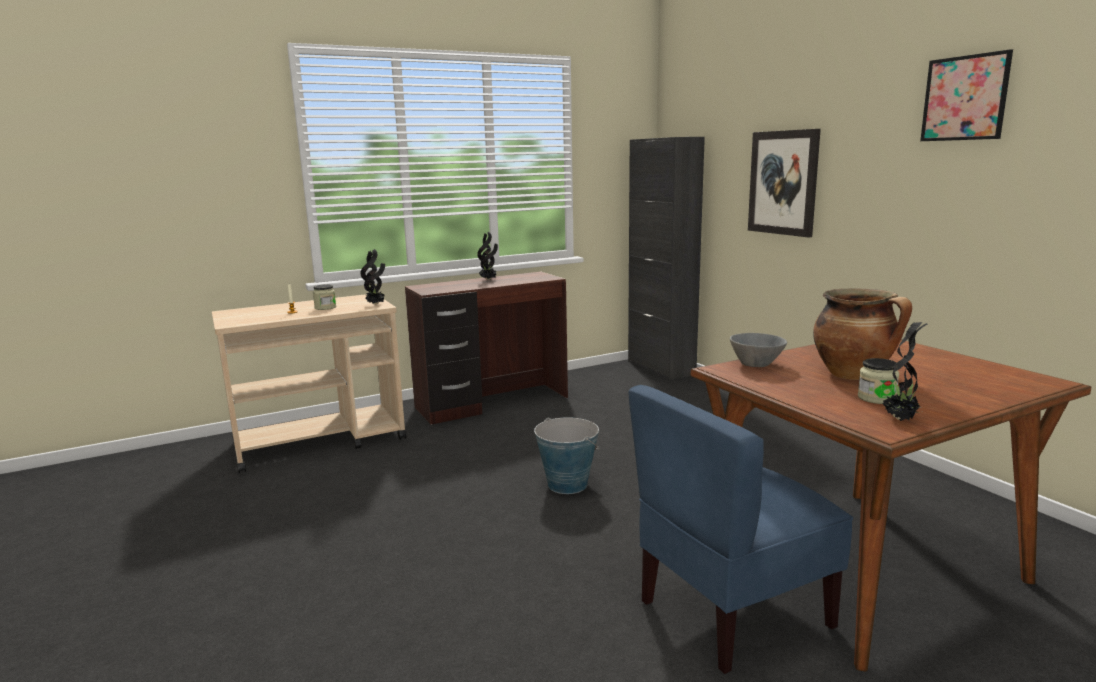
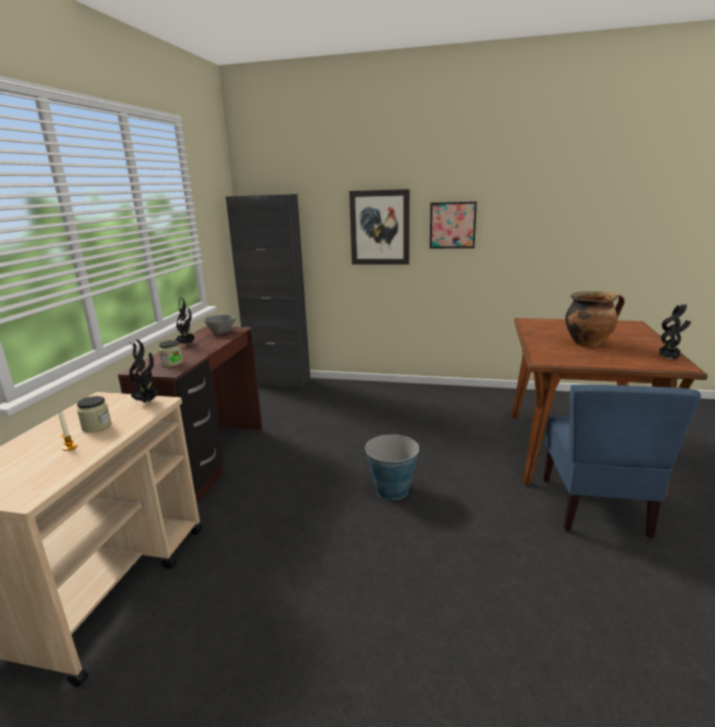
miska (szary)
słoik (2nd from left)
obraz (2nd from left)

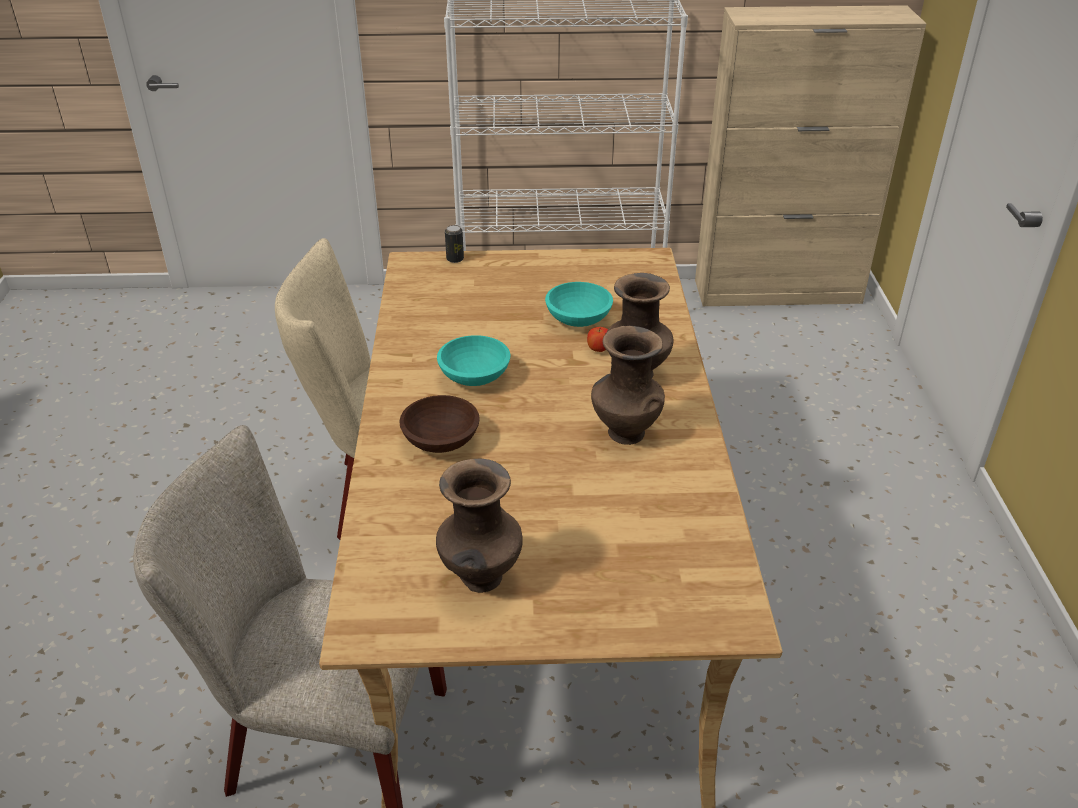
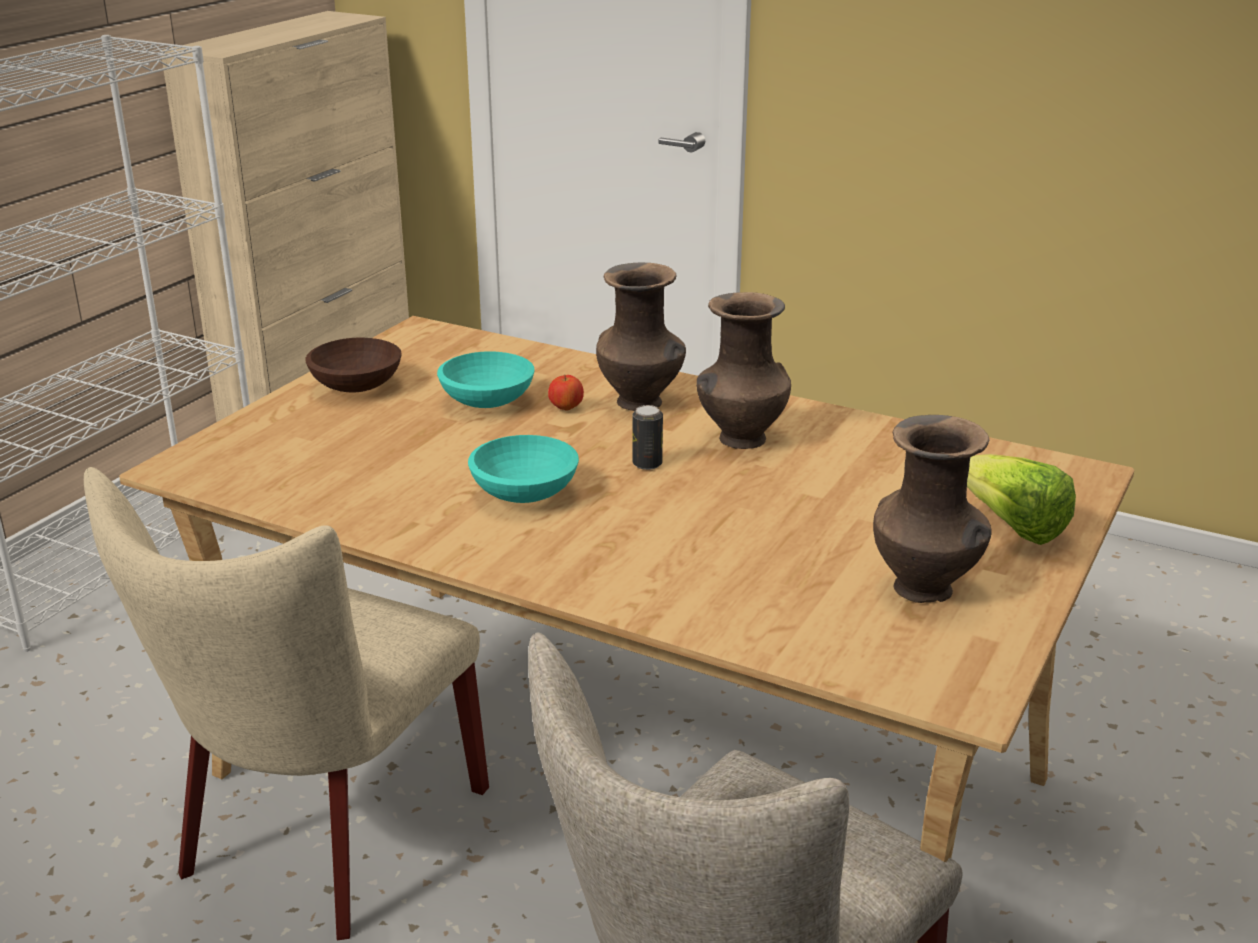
sałata
miska (brązowy)
puszka

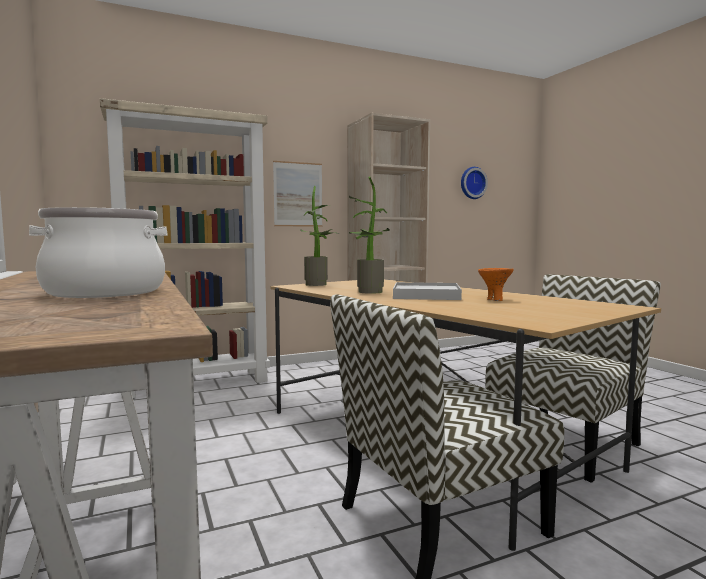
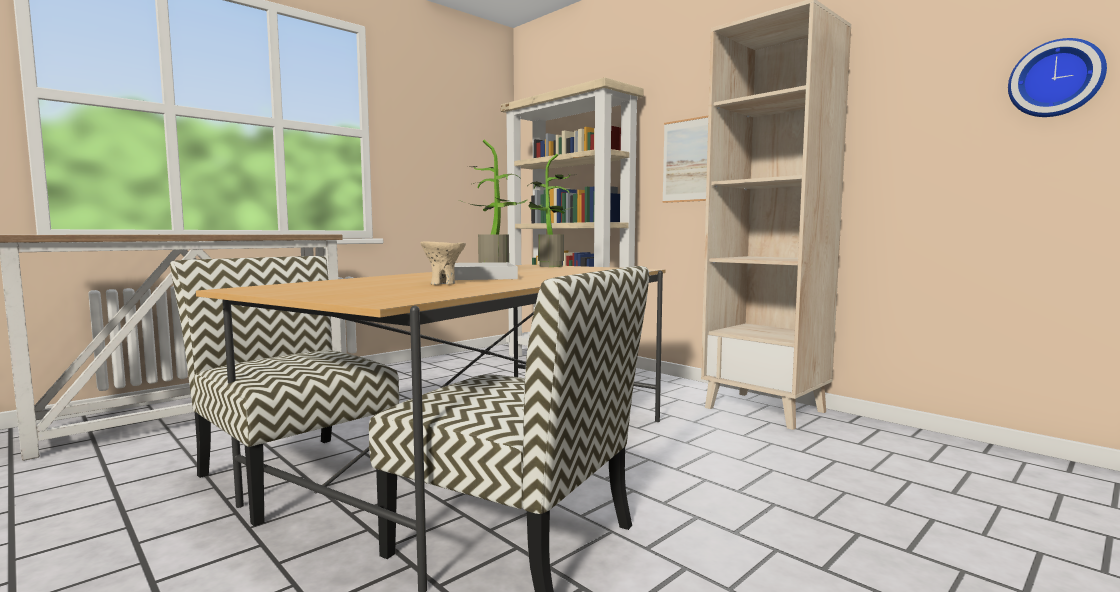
garnek
miska (beżowy)

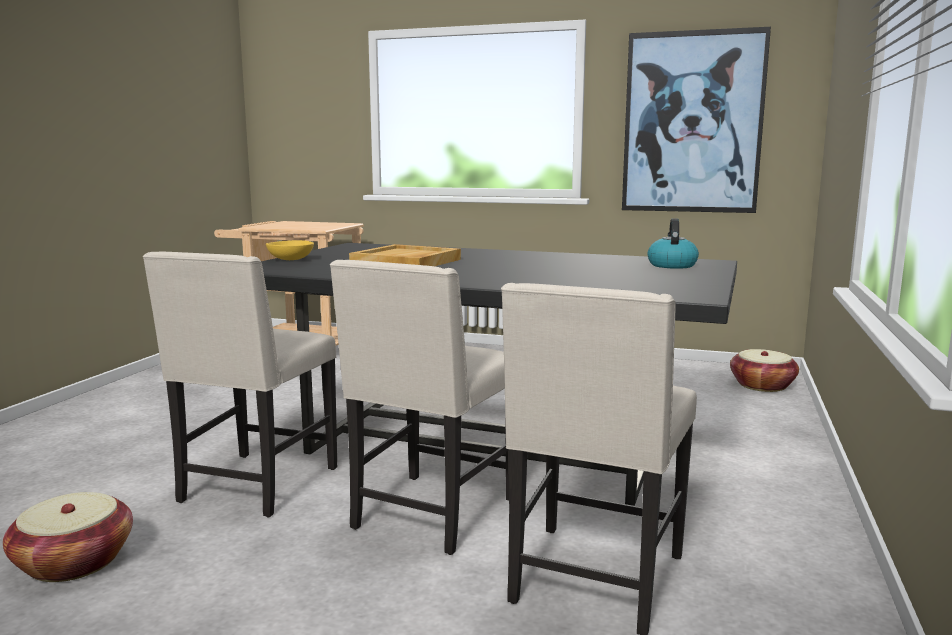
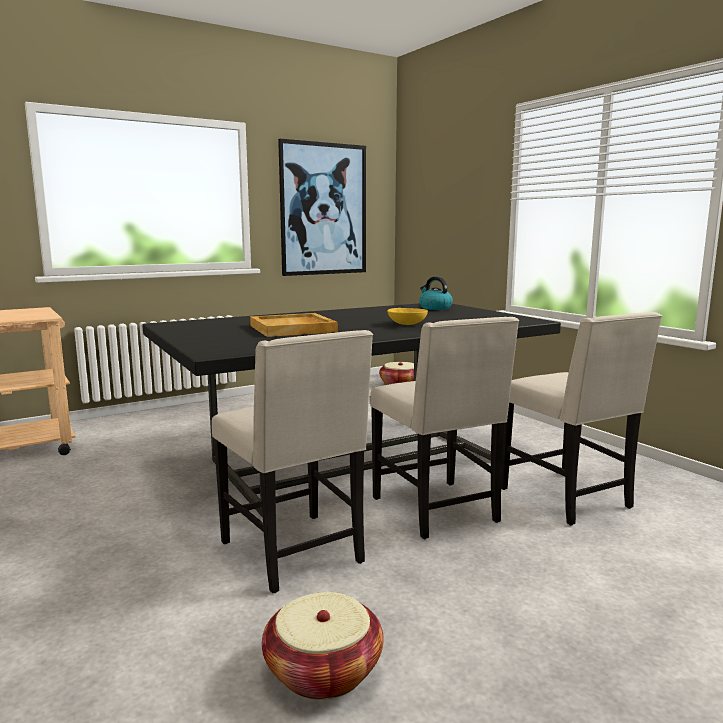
miska (żółty)

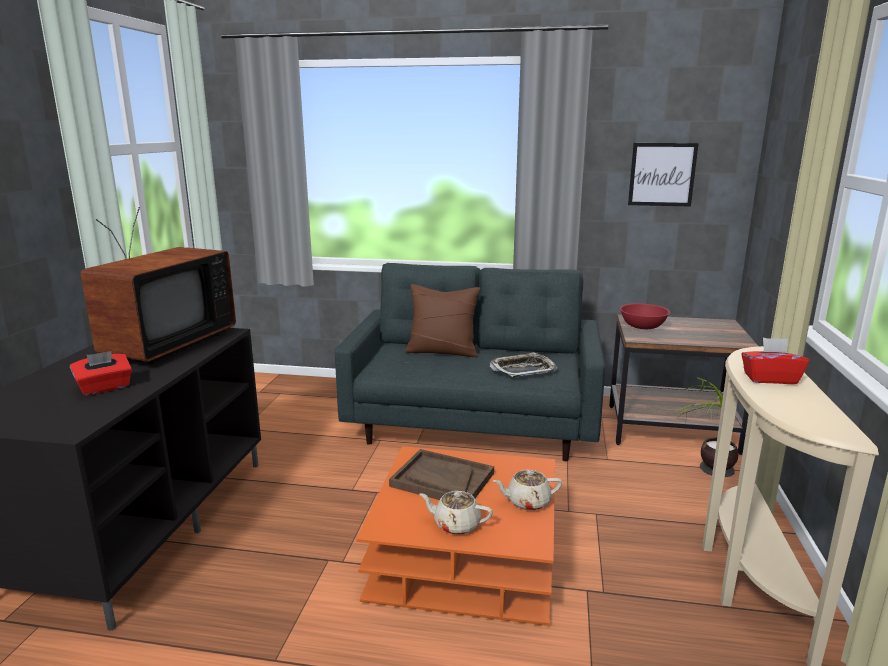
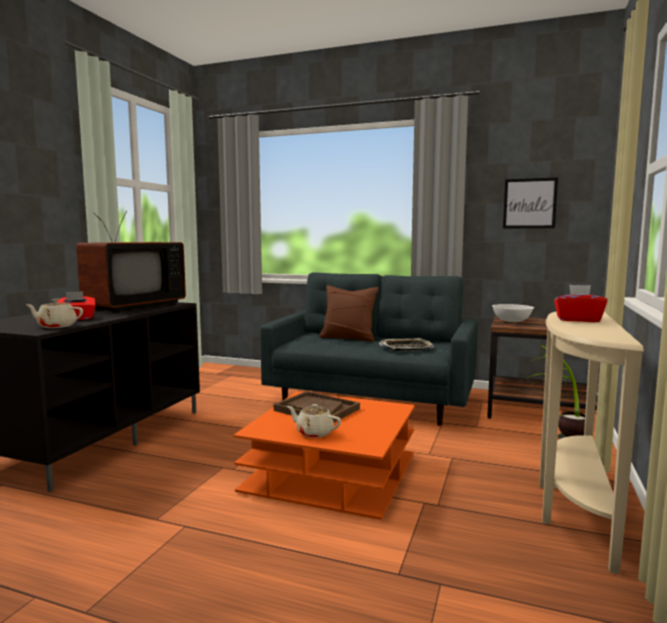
imbryk (beżowy) (1st from left)
miska (biały)

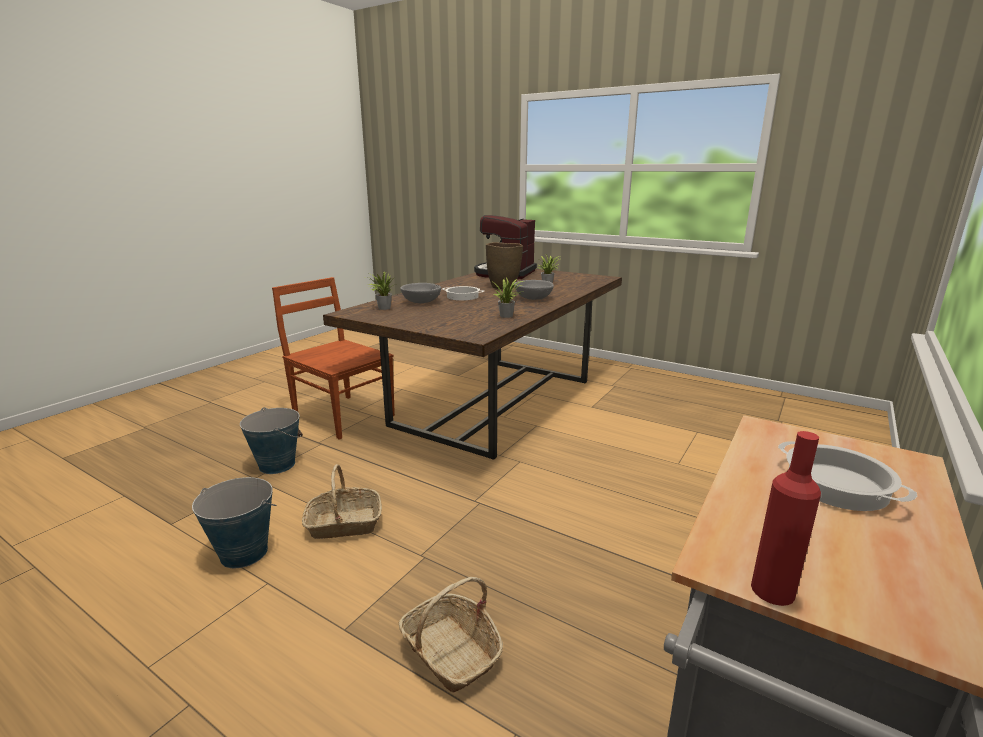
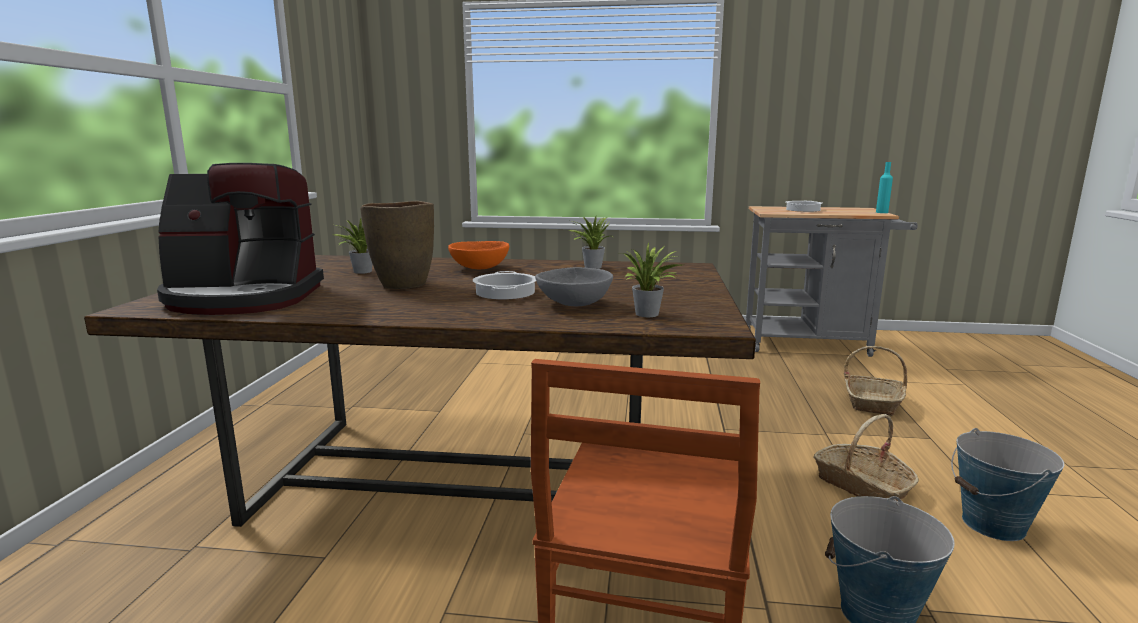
miska (pomarańczowy)
butelka (turkusowy)

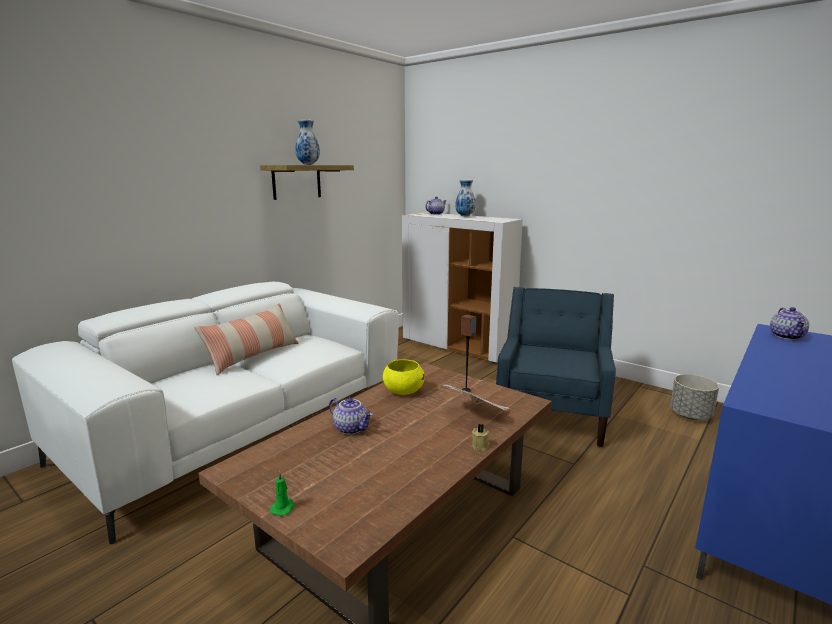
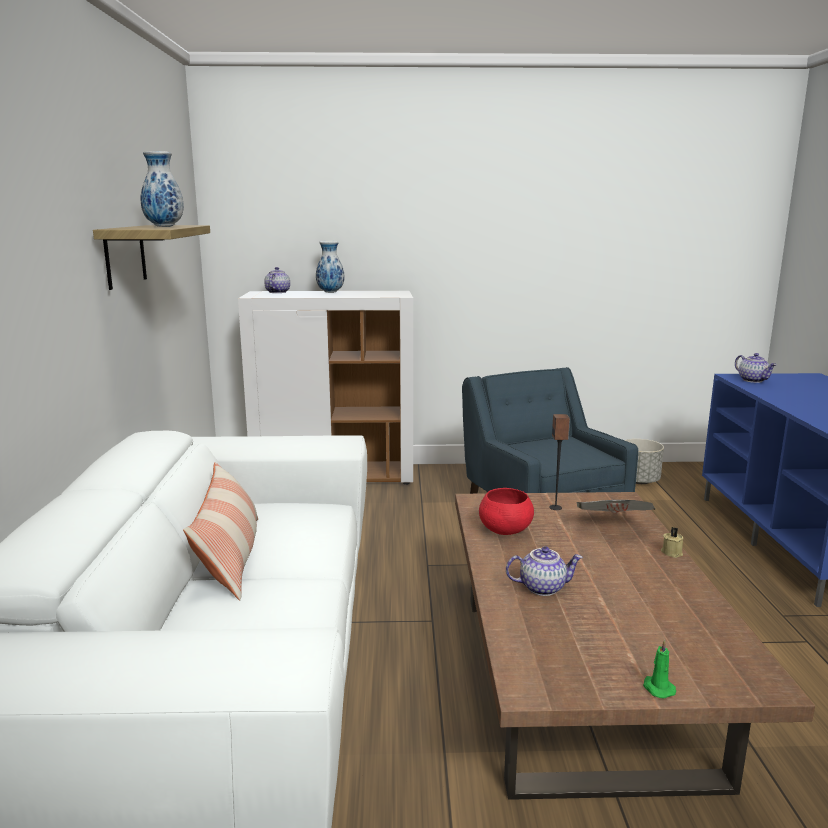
miska (czerwony)

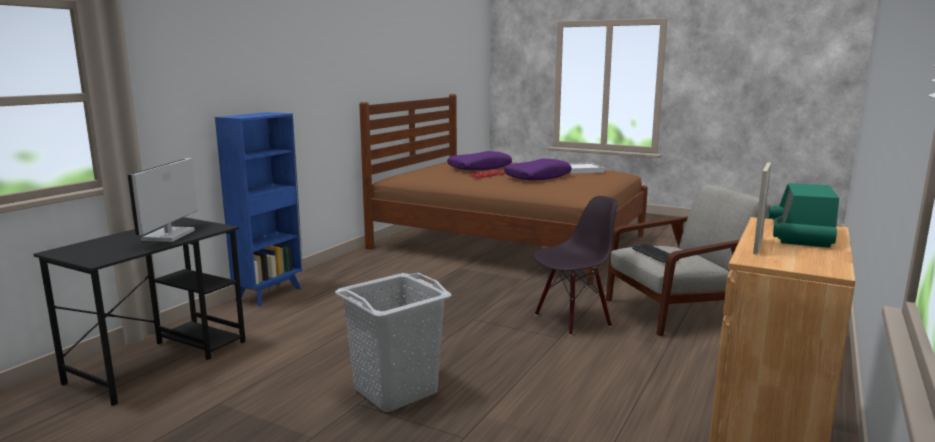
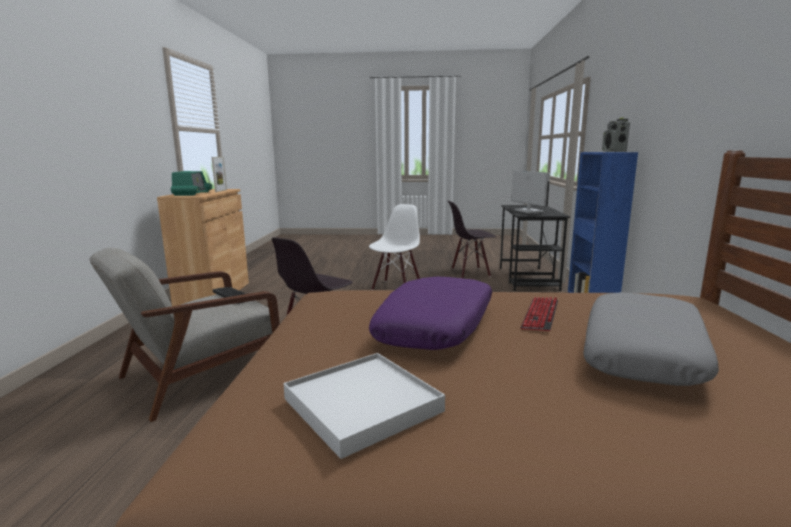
krzesło (czarny) (2nd from left)
radio (2nd from left)
krzesło (biały)
poduszka (szary)

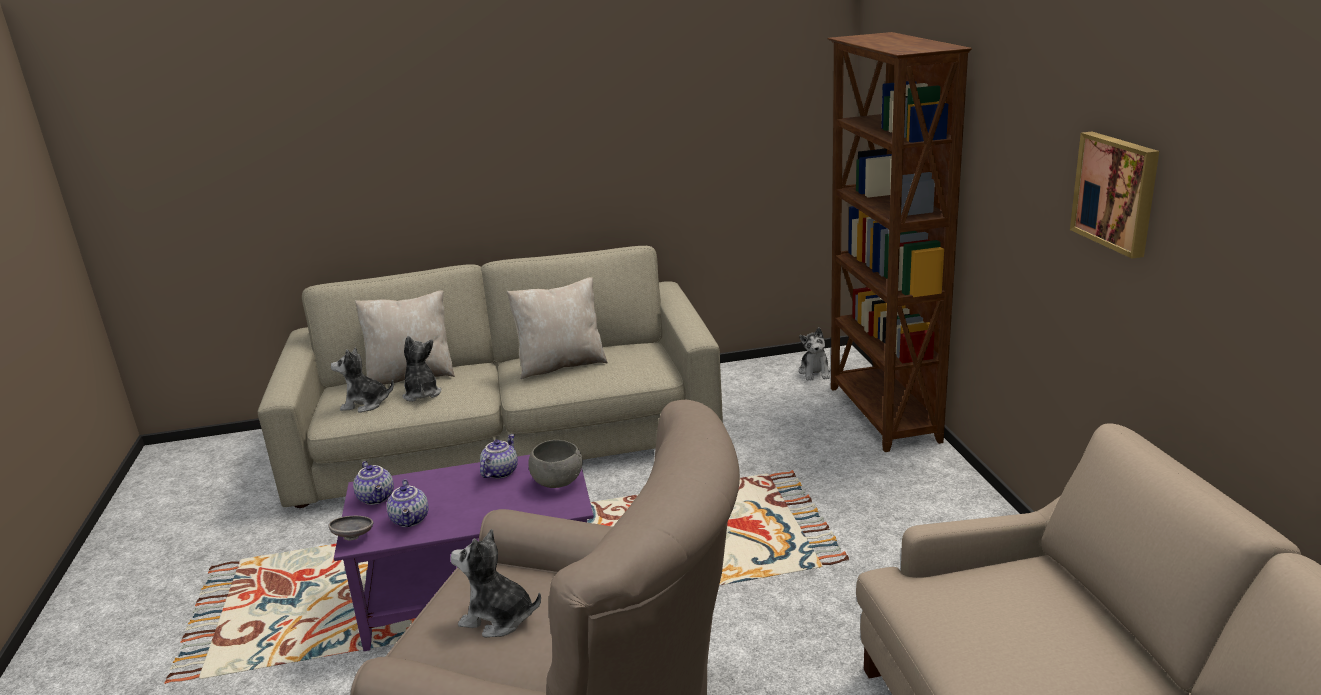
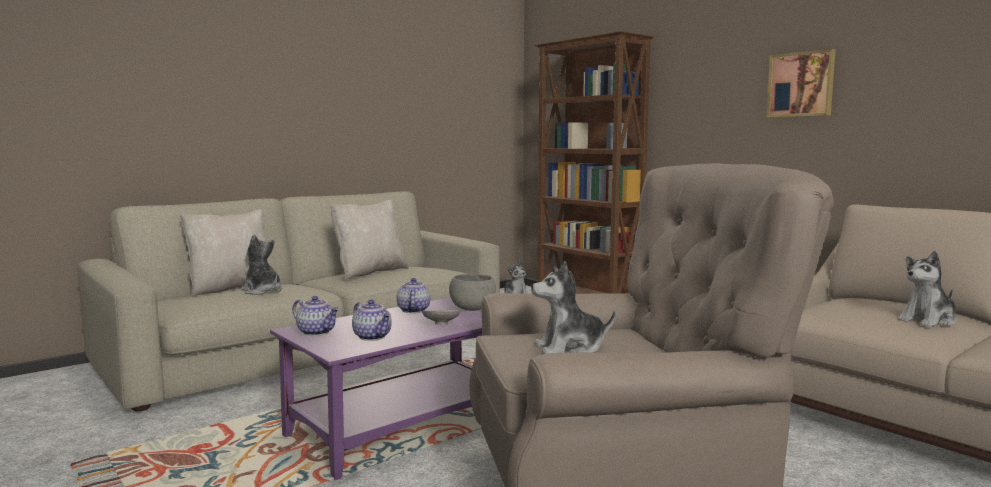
miska (szary) (1st from left)
pluszak (4th from left)

